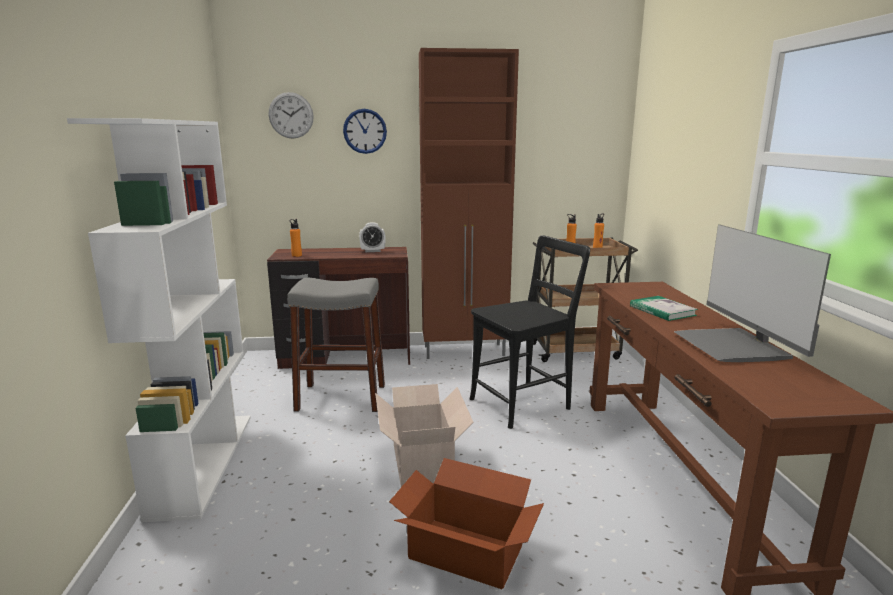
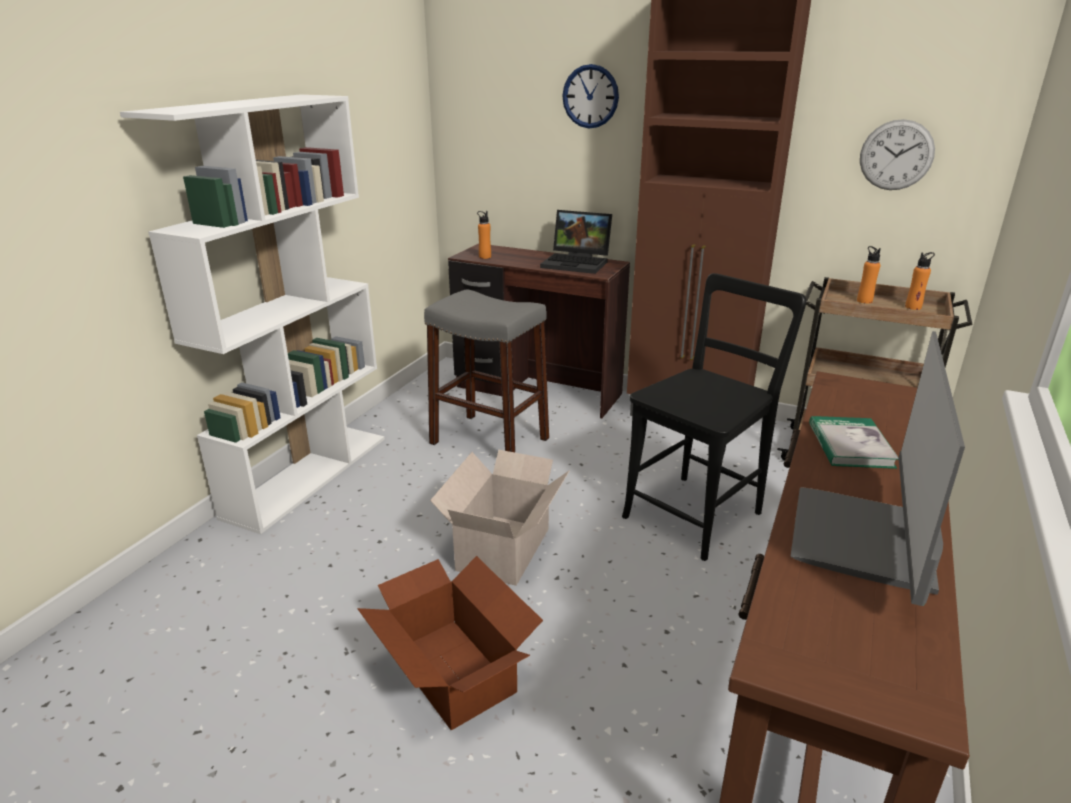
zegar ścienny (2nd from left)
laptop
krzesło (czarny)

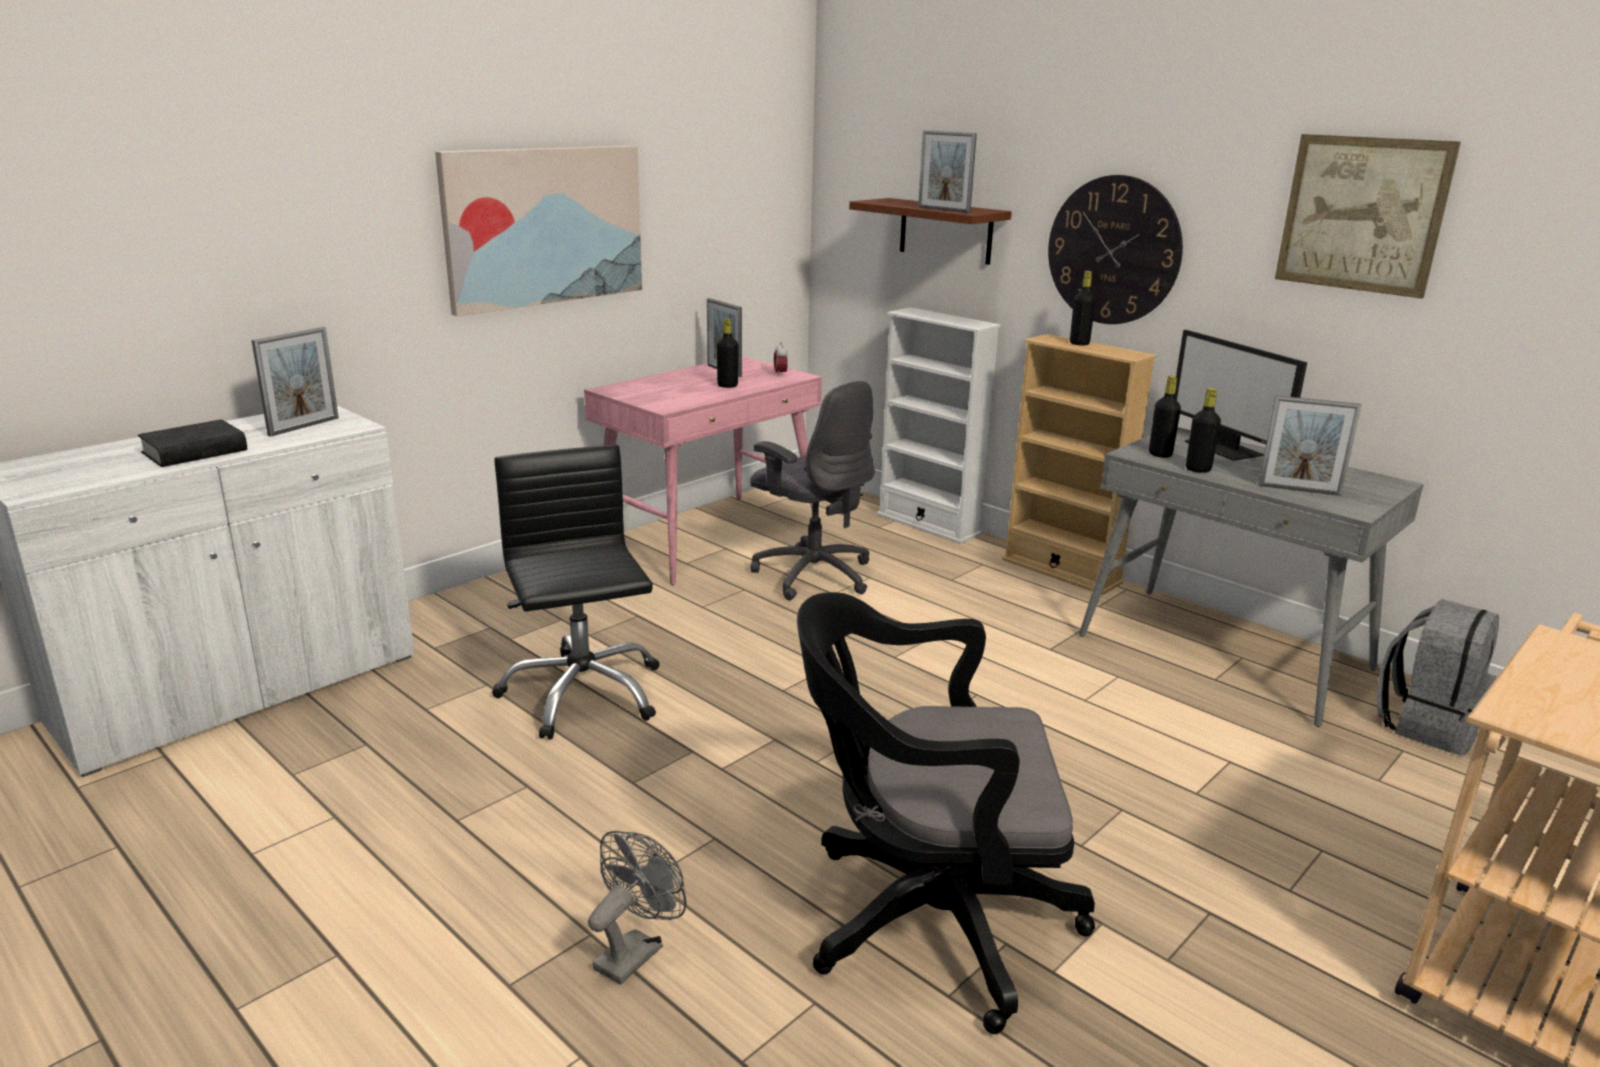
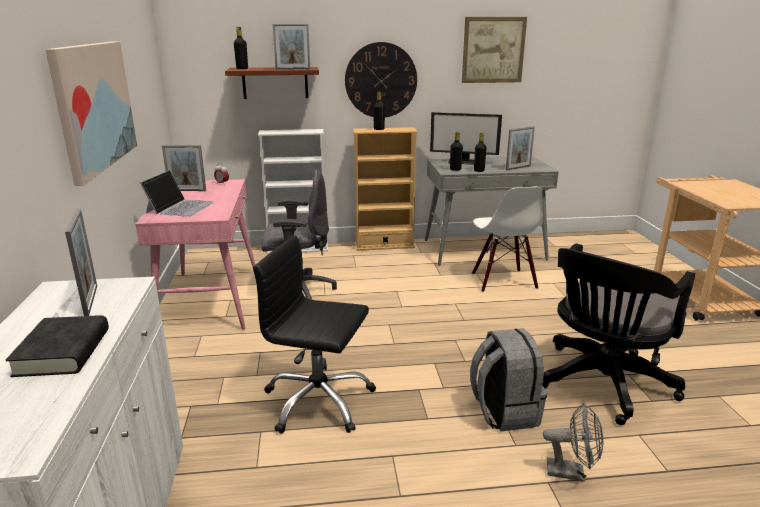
laptop
krzesło (biały)
butelka (czarny) (1st from left)
plecak (szary)
wentylator (szary)

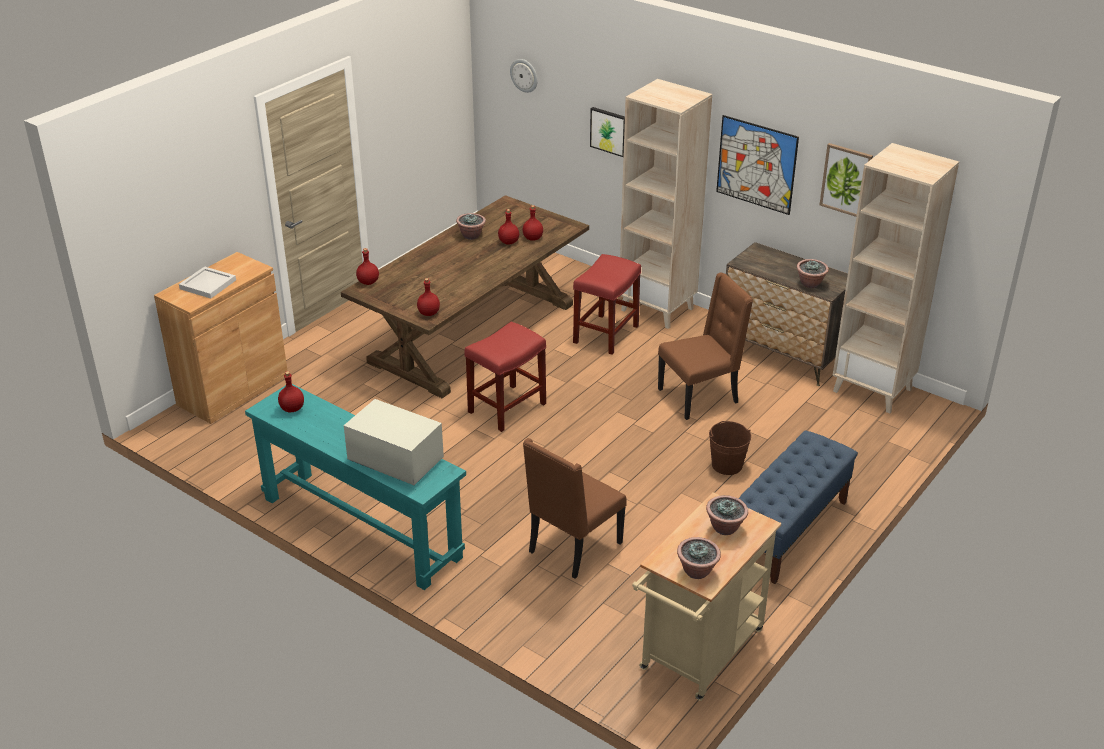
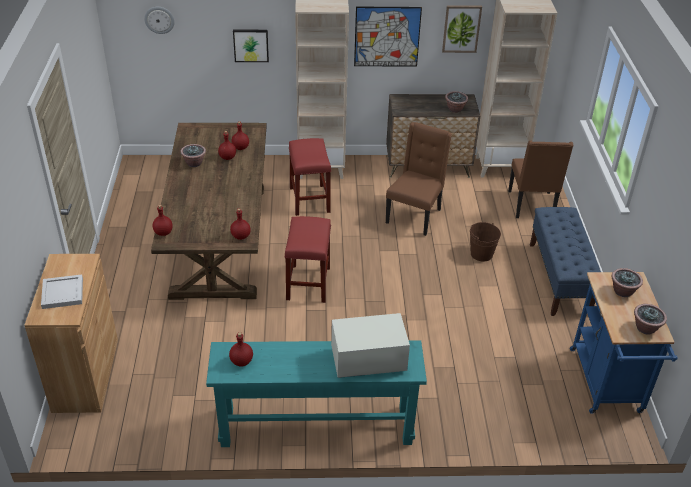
krzesło (brązowy) (2nd from left)
wózek (niebieski)

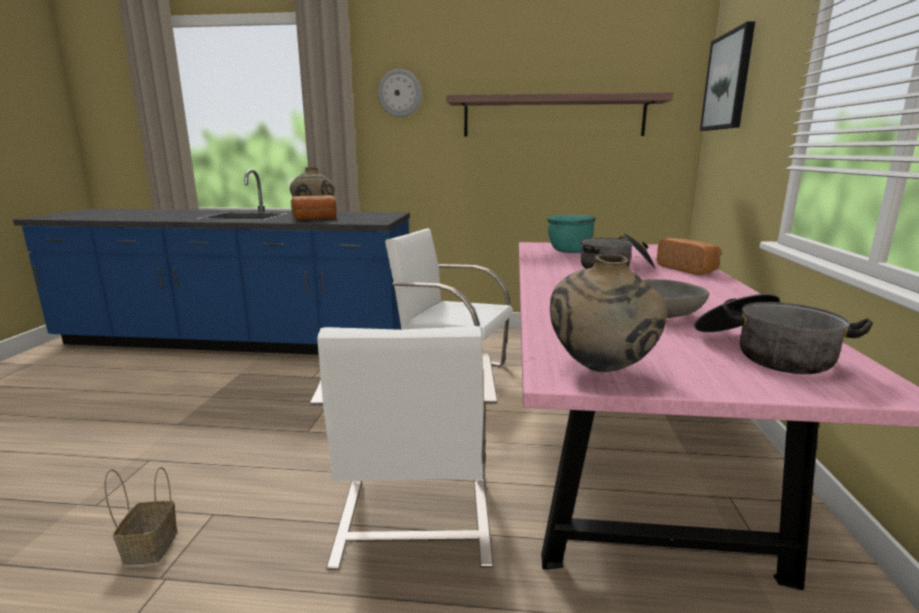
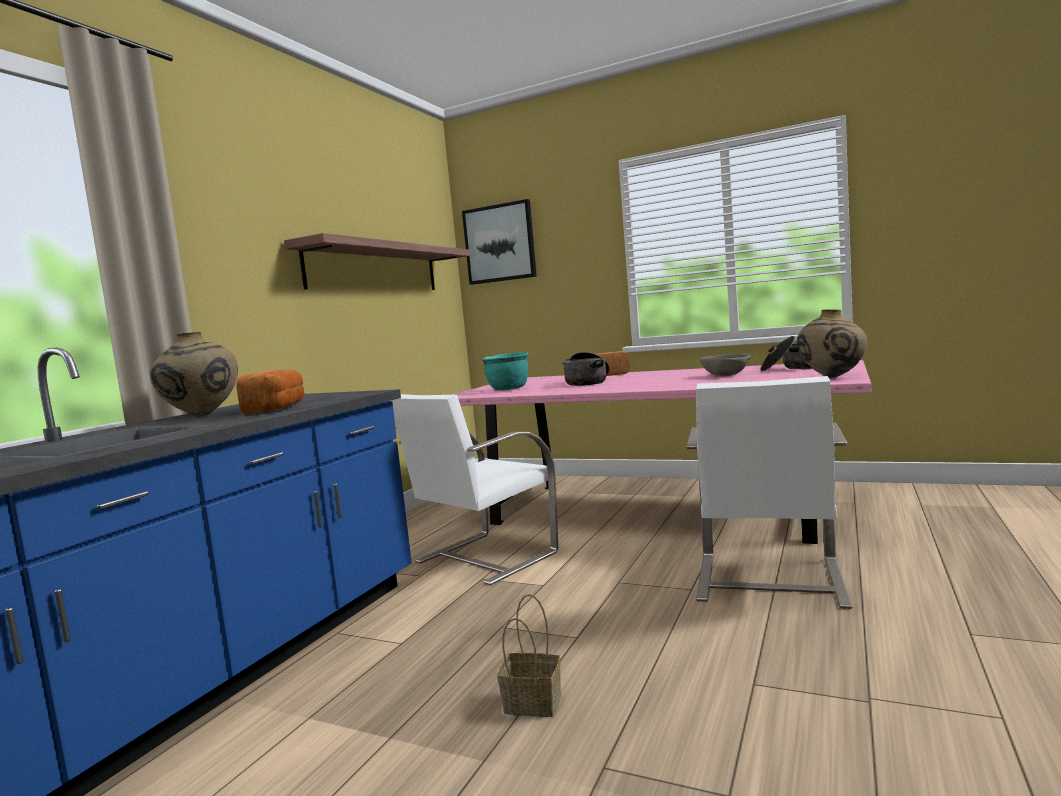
zegar ścienny
koszyk
krzesło (biały) (2nd from left)

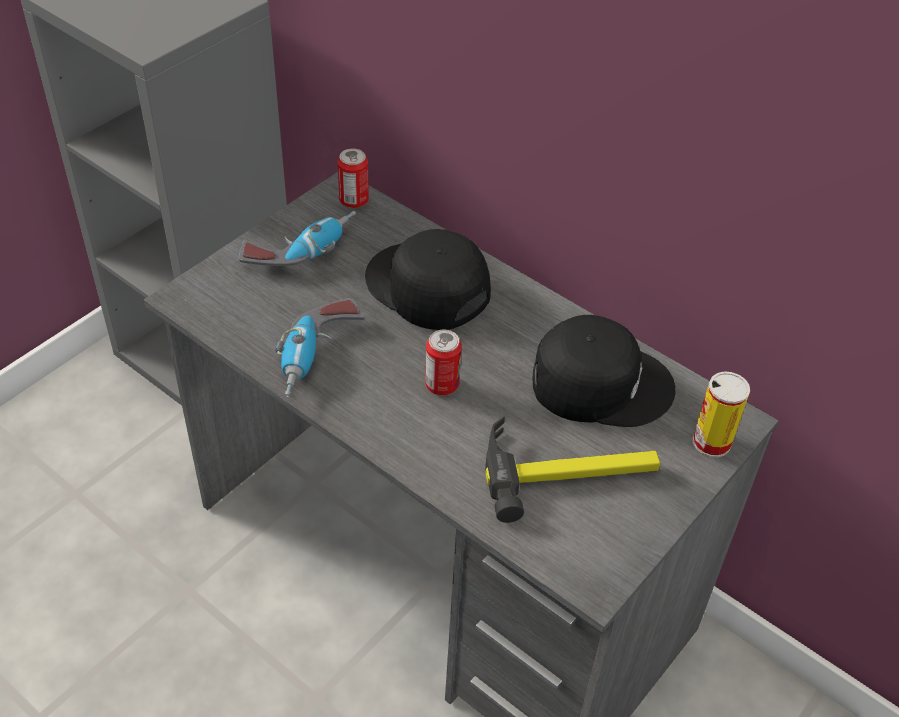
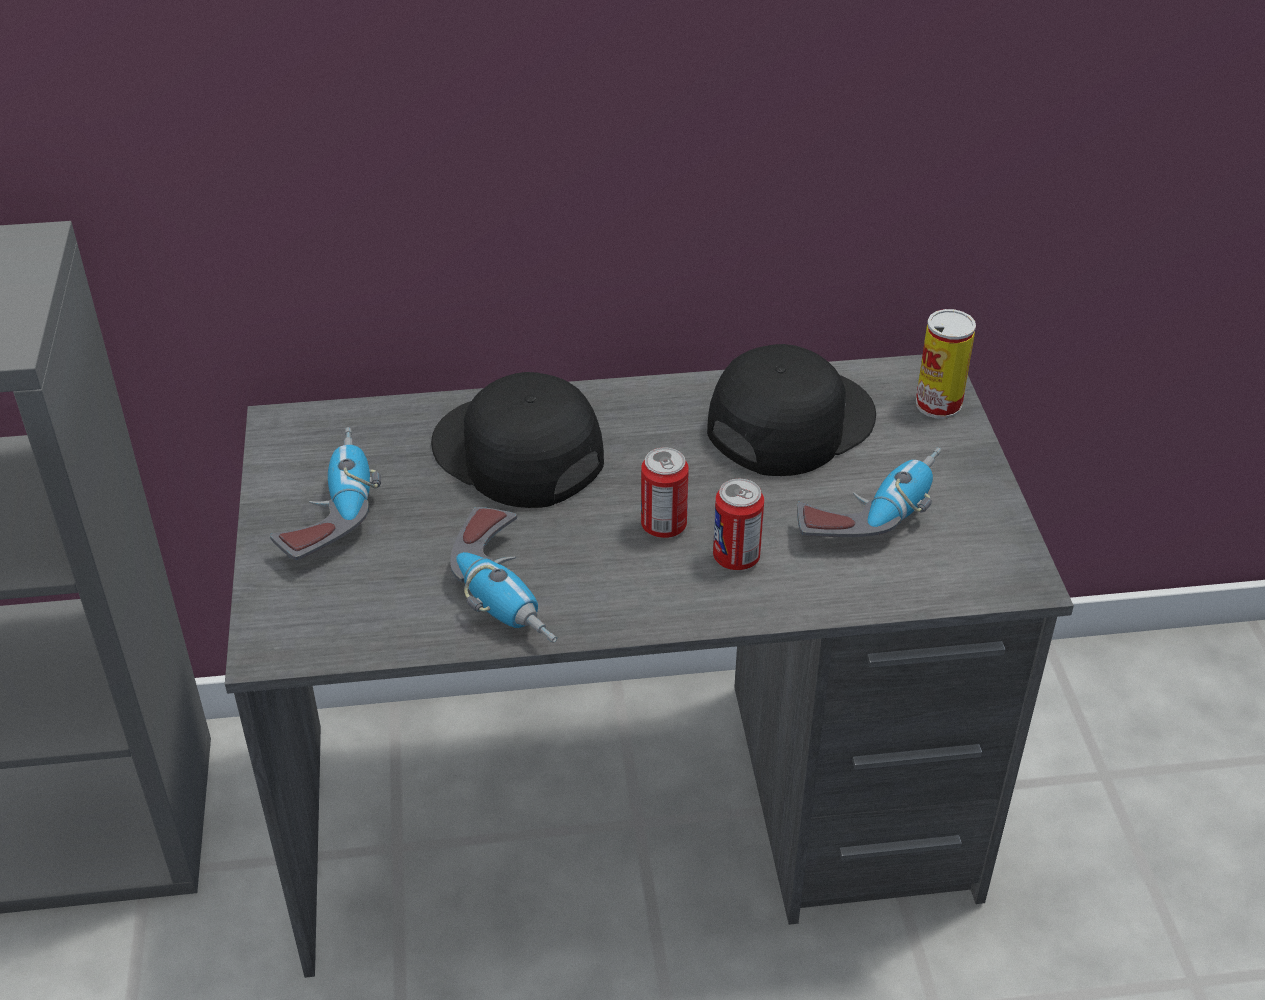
puszka (2nd from left)
wiertarka (3rd from left)
czapka z daszkiem (czarny) (1st from left)

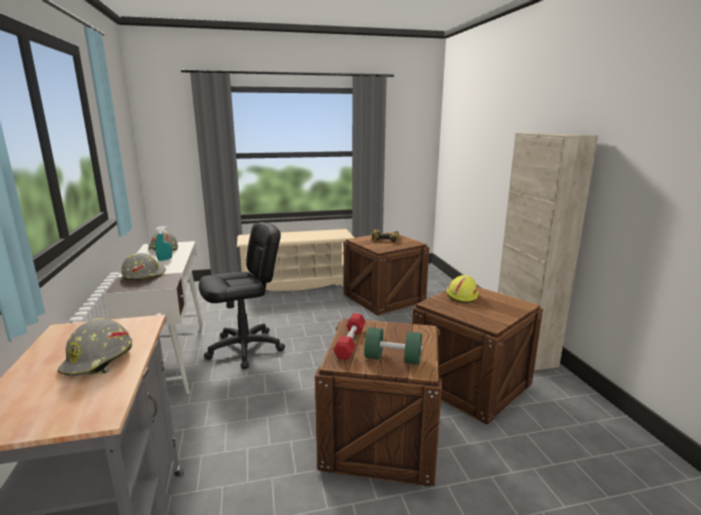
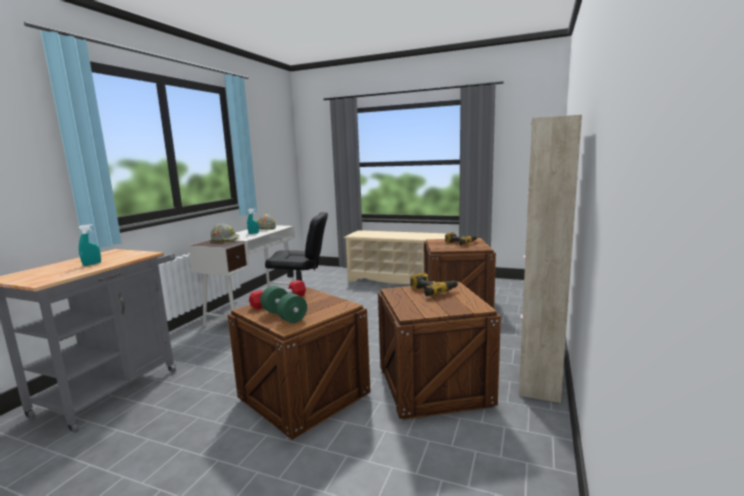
spryskiwacz (turkusowy) (1st from left)
wiertarka (1st from left)

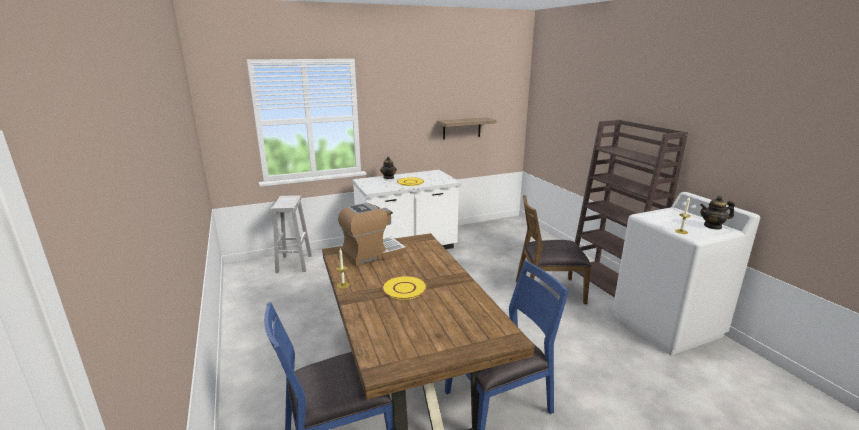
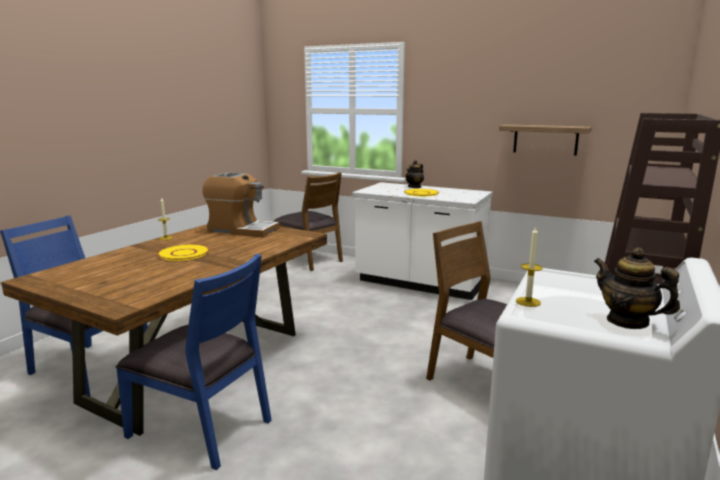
krzesło (brązowy) (1st from left)

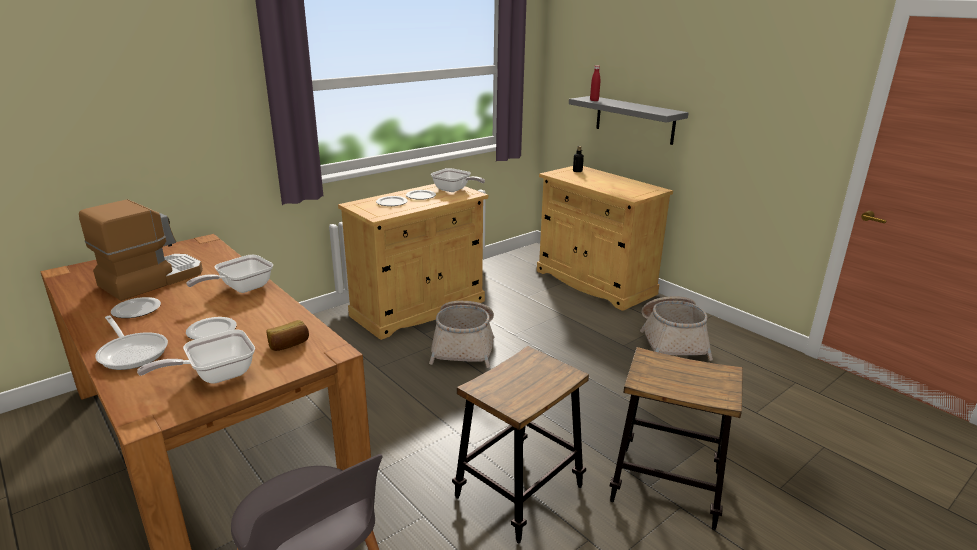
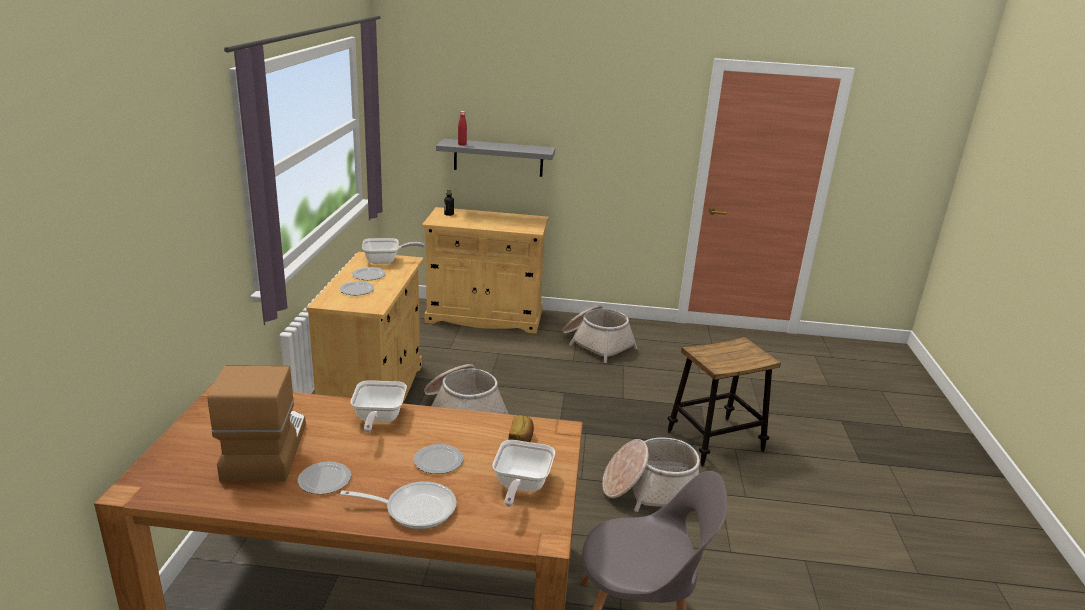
koszyk (3rd from left)

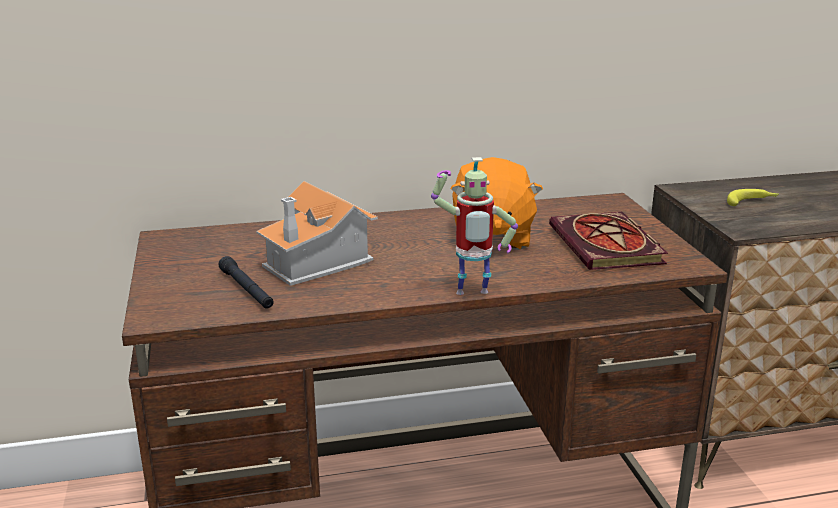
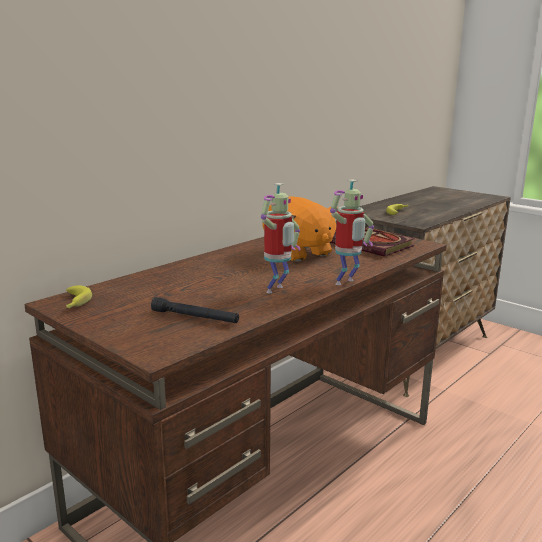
domek
banan (1st from left)
robot zabawkowy (1st from left)

